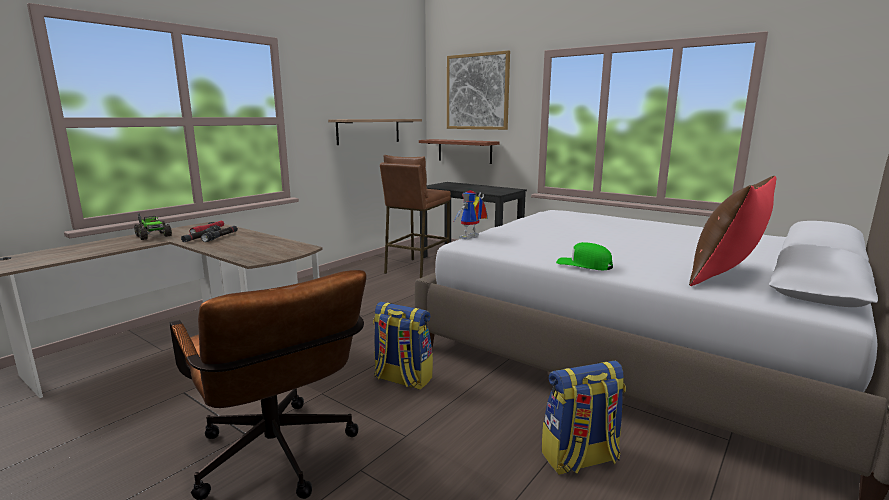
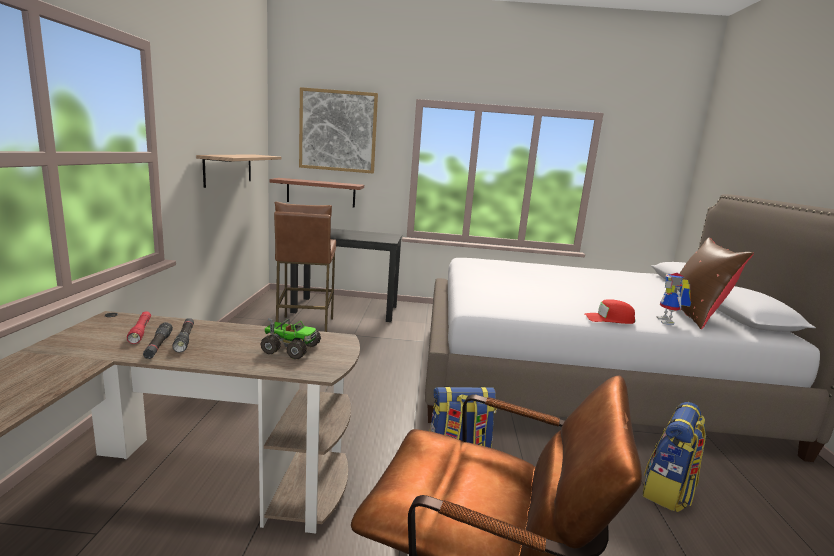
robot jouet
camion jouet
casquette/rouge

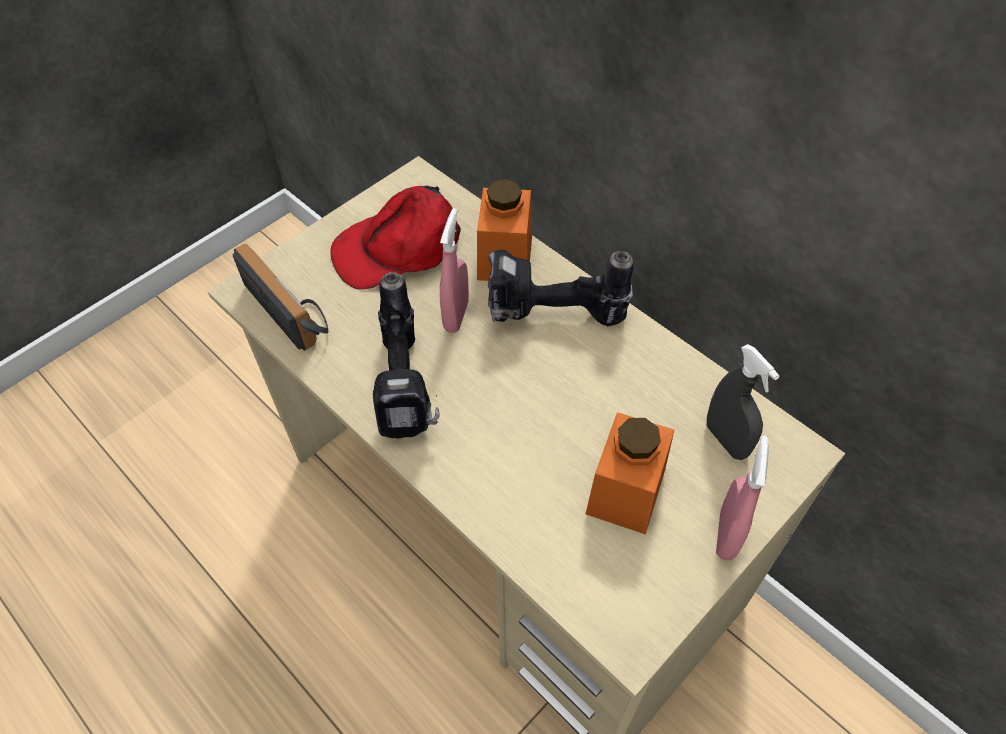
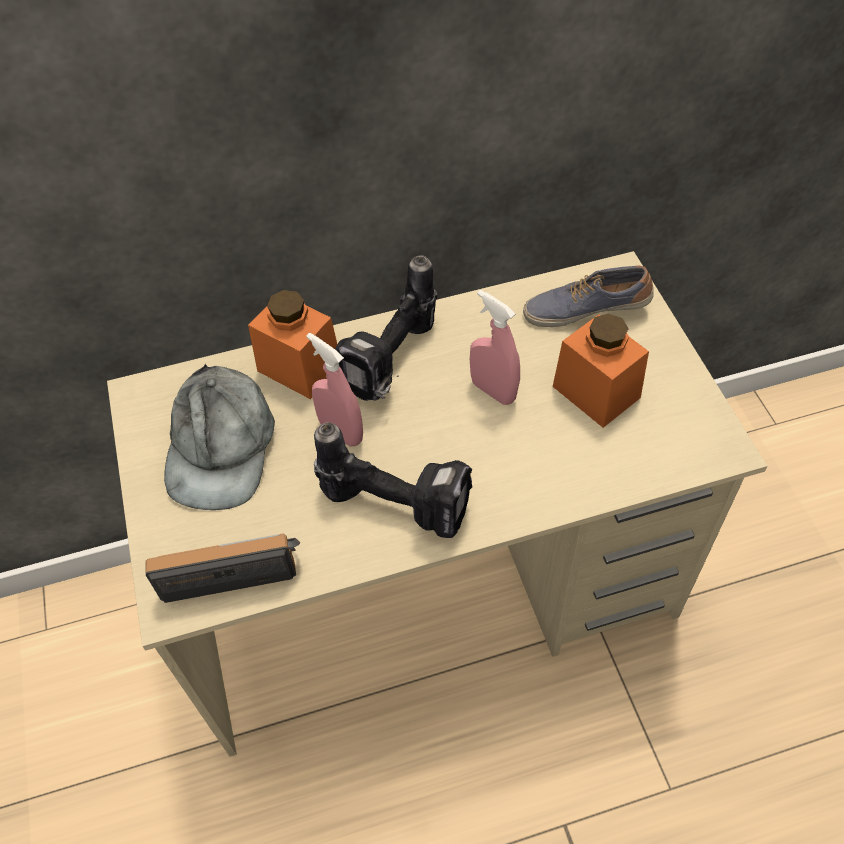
casquette/gris
chaussure
vaporisateur/rose (no. 2 from left)

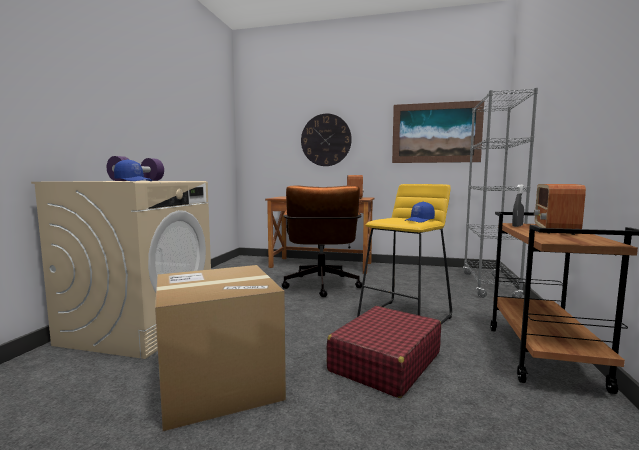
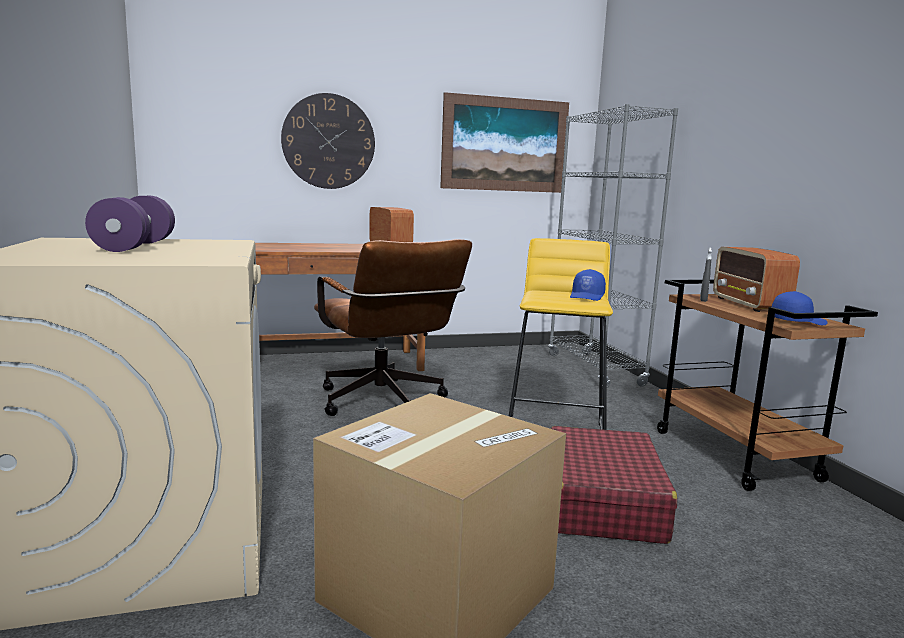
casquette/bleu (no. 2 from left)

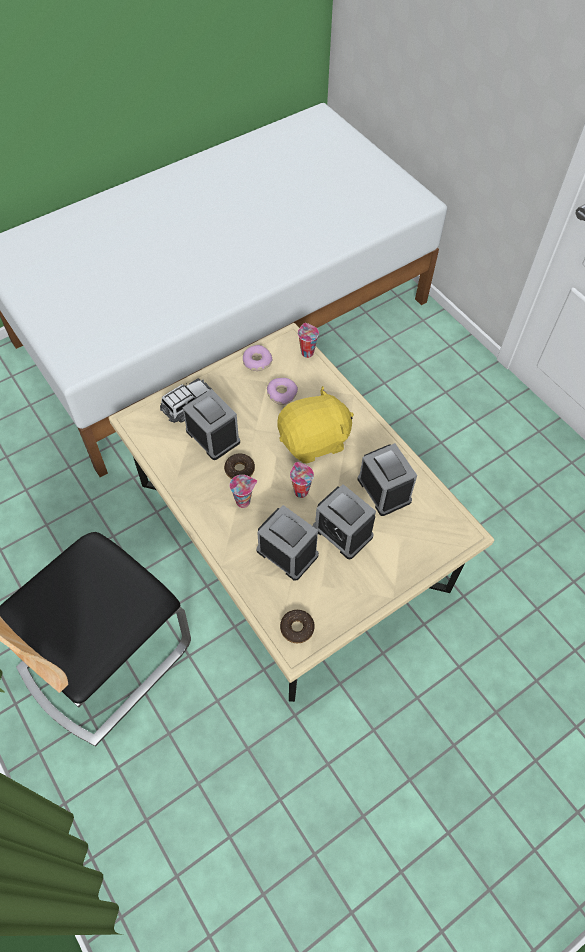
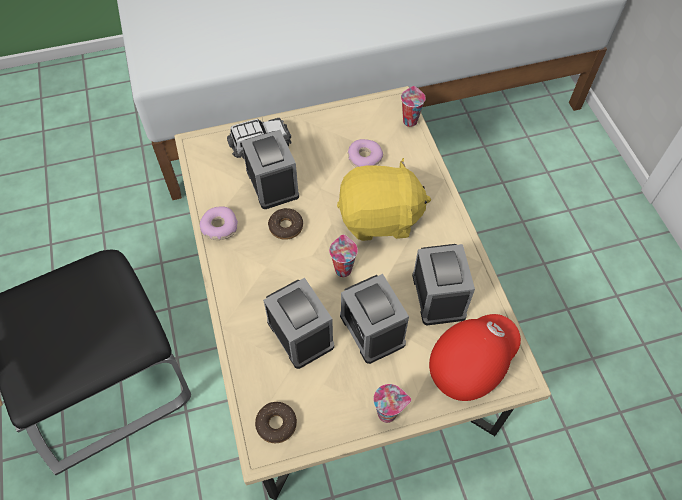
beignet (no. 1 from left)
tasse (no. 2 from left)
casquette/rouge

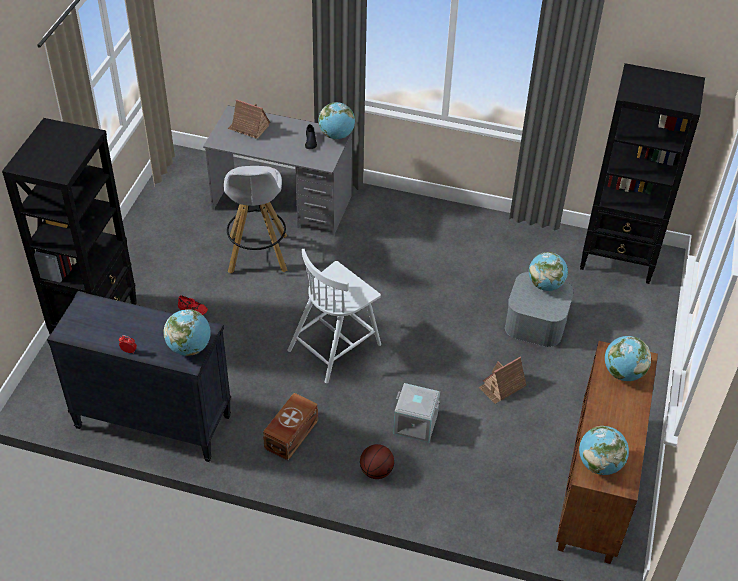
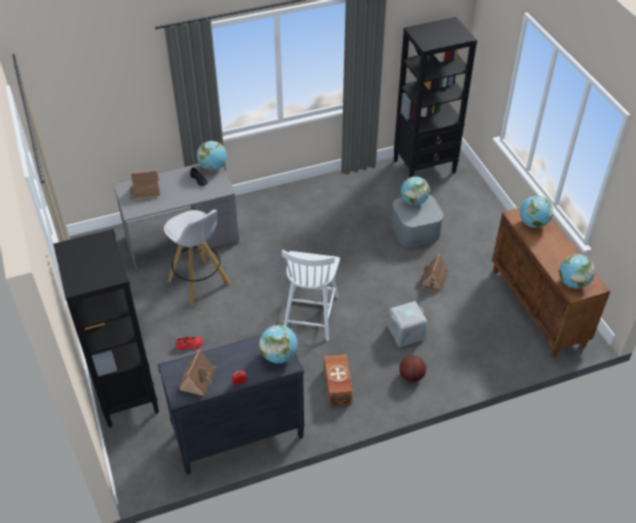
maison miniature (no. 2 from left)

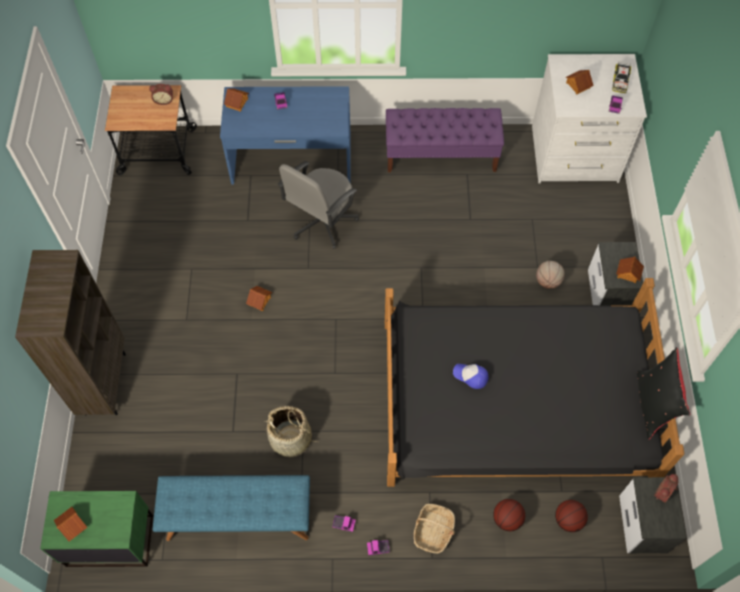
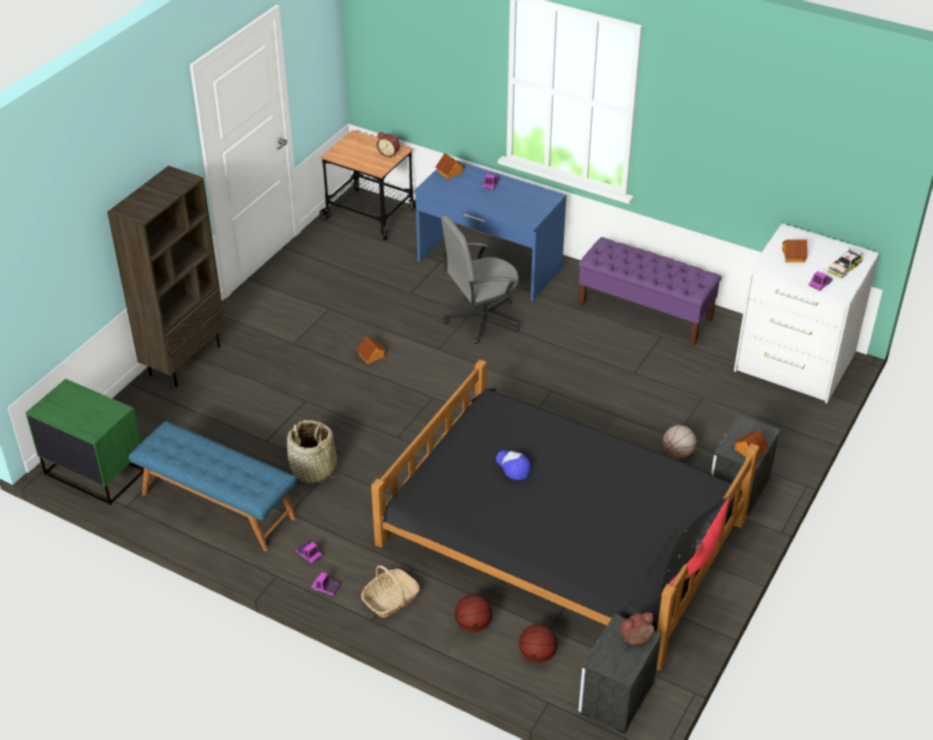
maison miniature (no. 1 from left in the first image)

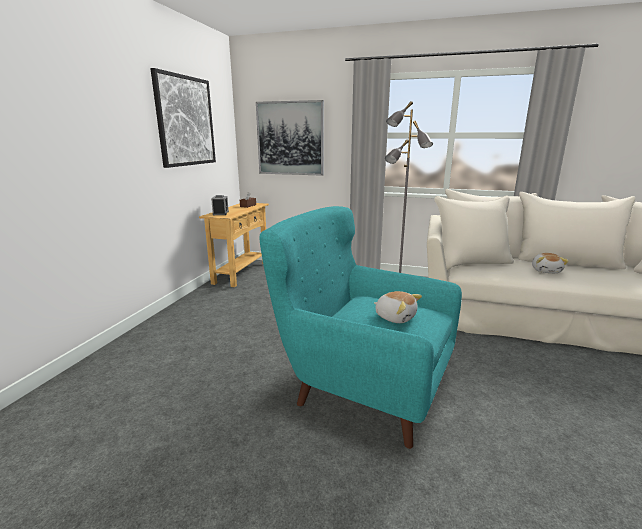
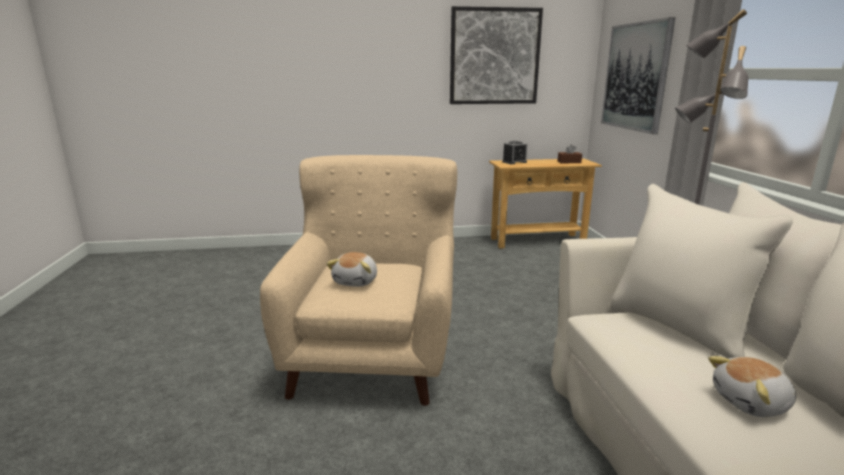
fauteuil/beige

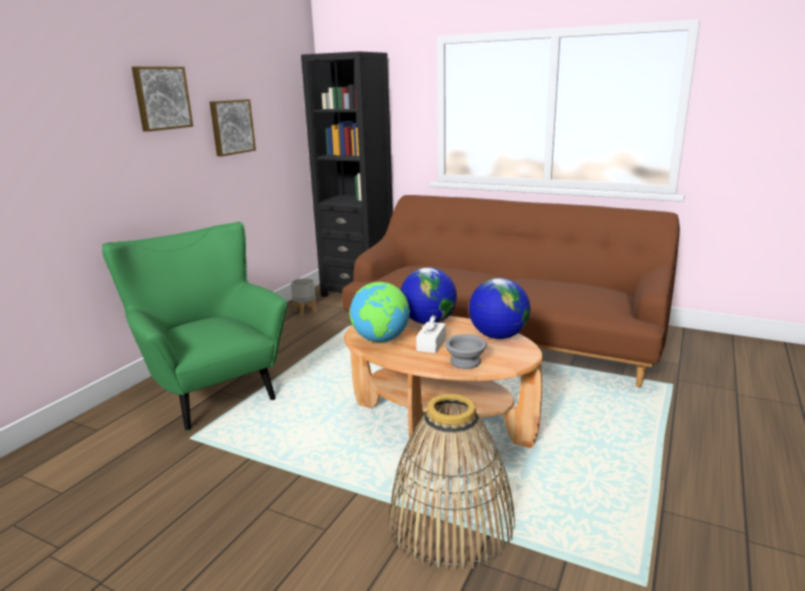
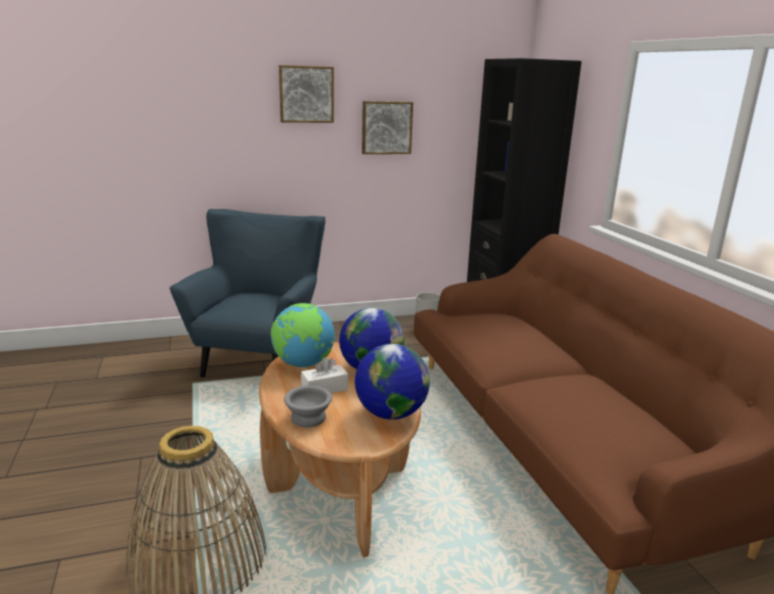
fauteuil/bleu

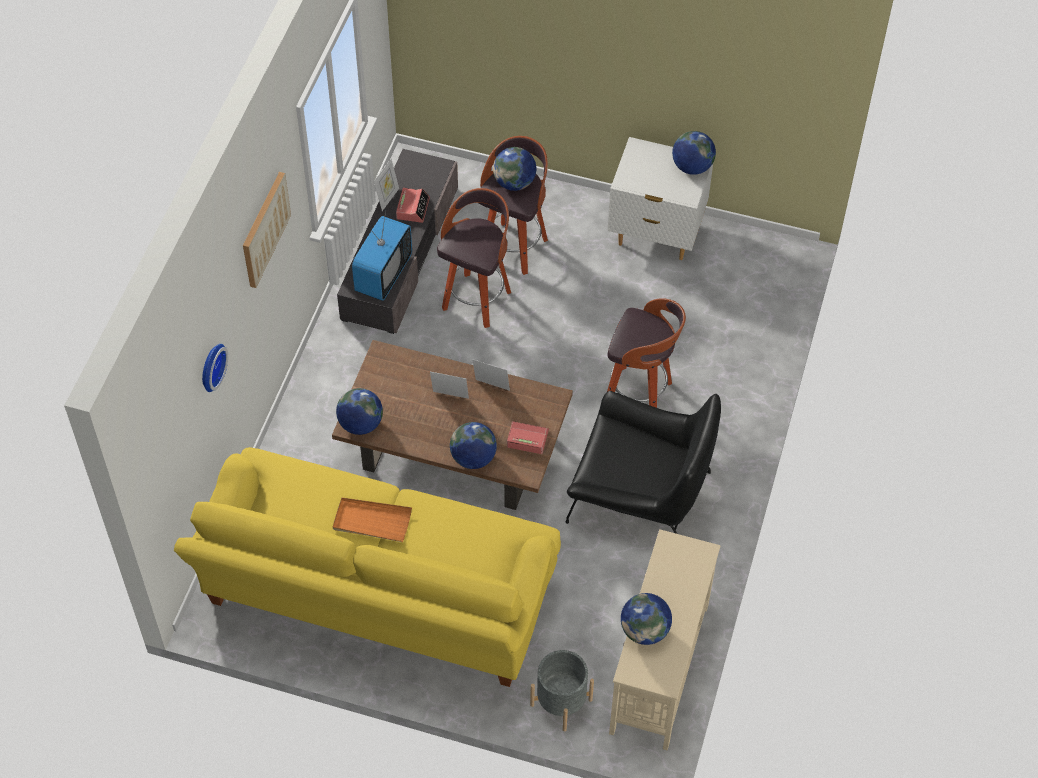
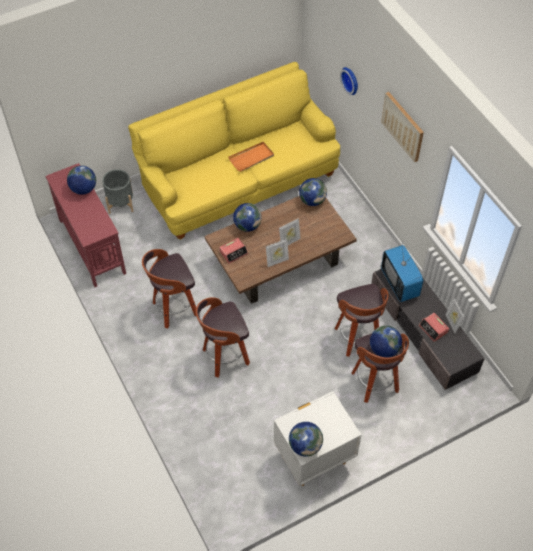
tabouret (no. 1 from left)
table console/rouge

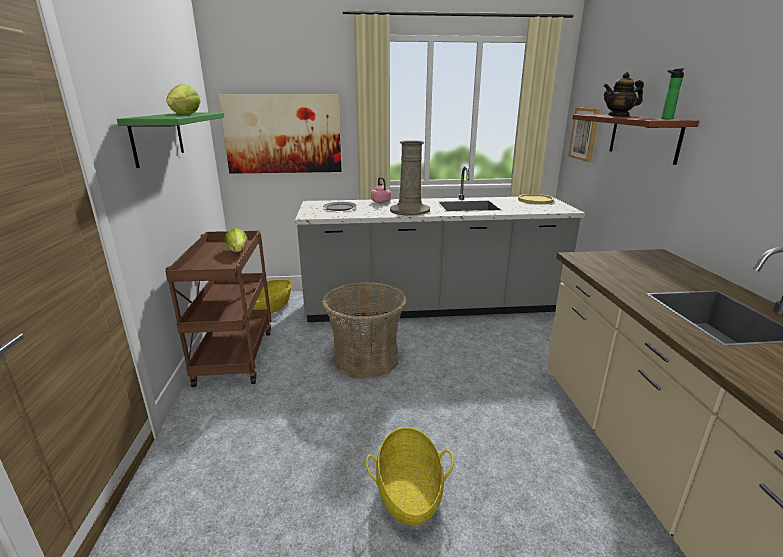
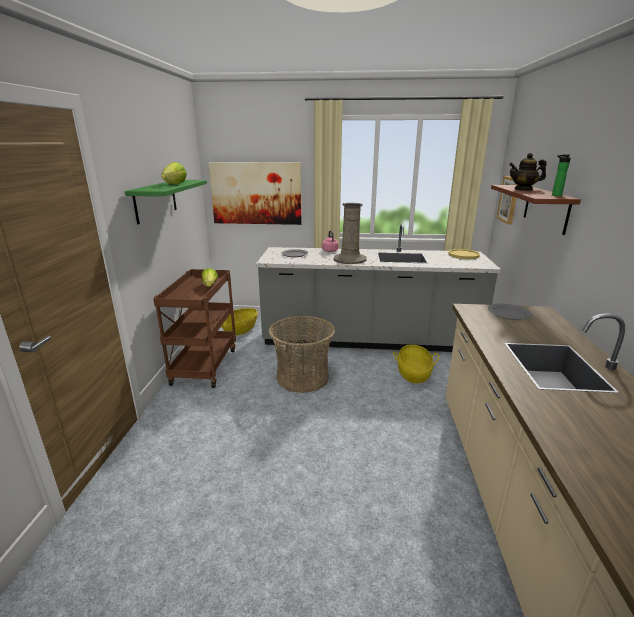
panier (no. 3 from left)
assiette/gris (no. 2 from left)

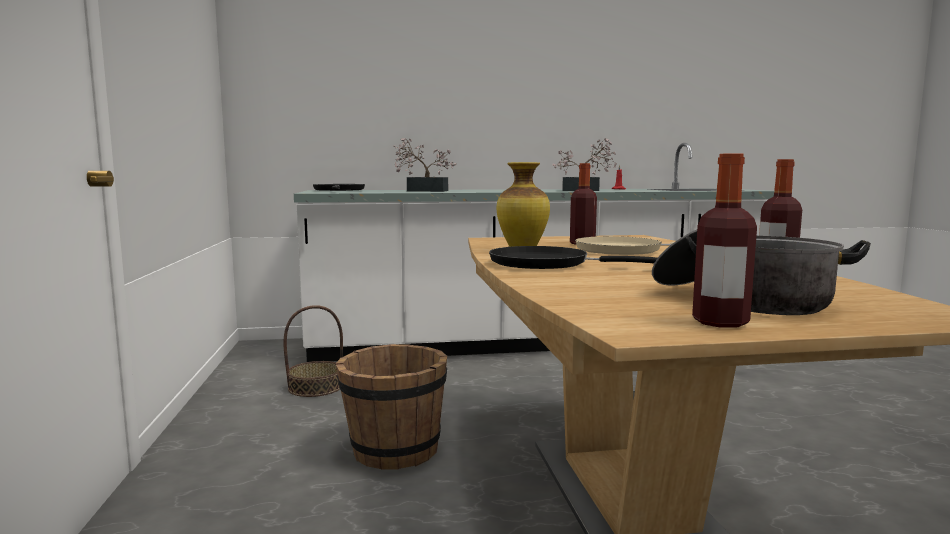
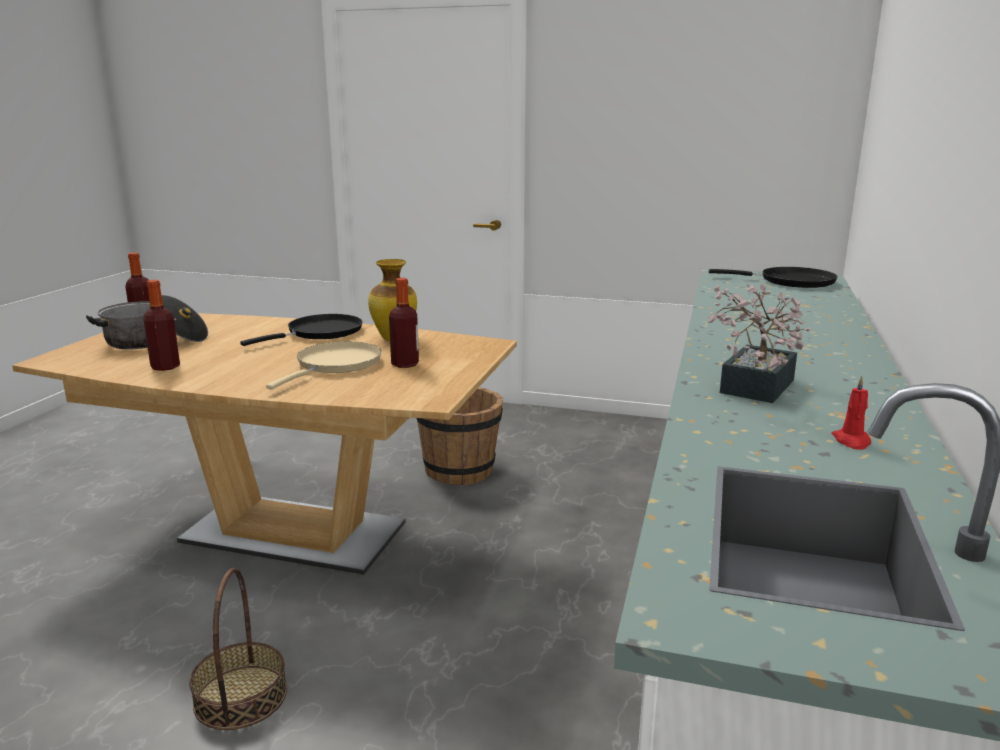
plante en pot (no. 1 from left in the first image)
panier

